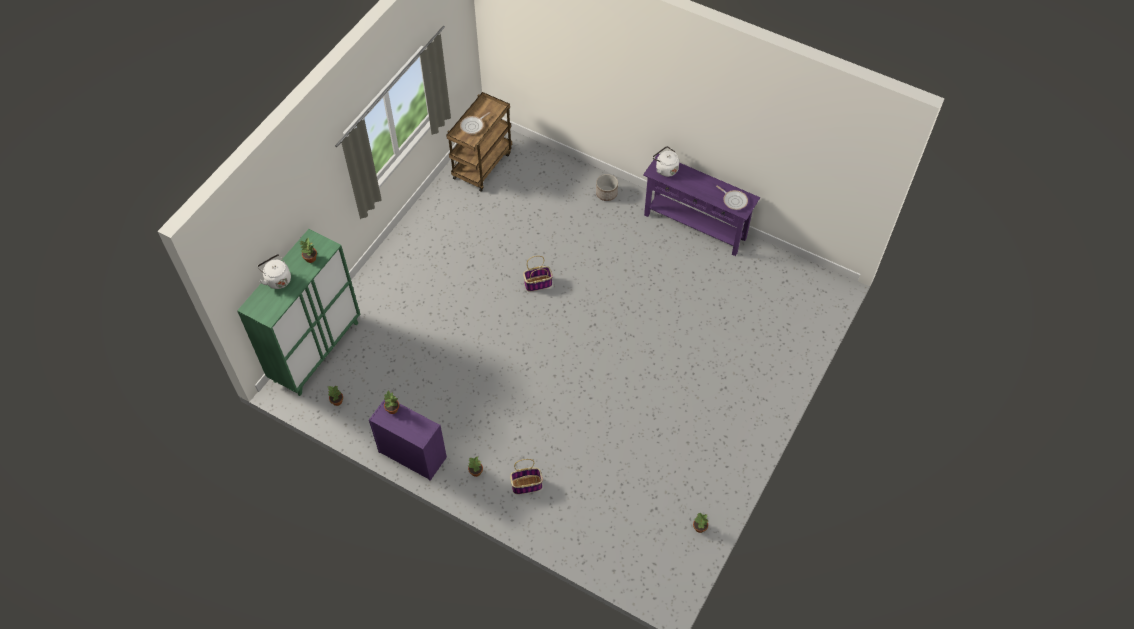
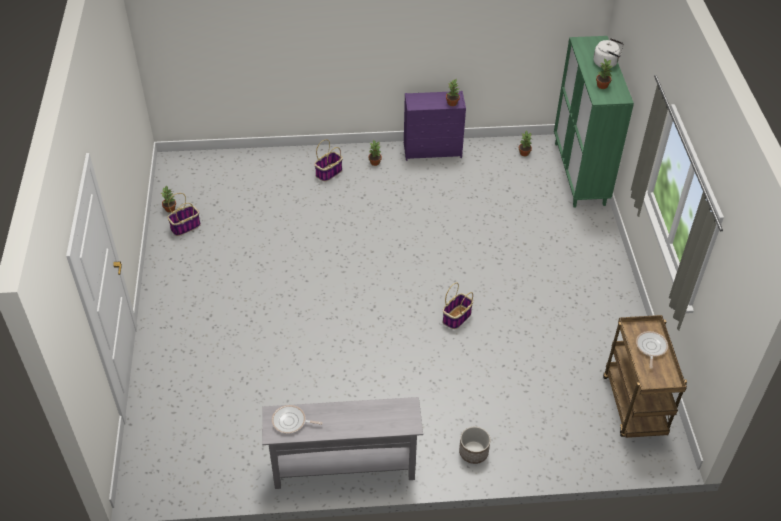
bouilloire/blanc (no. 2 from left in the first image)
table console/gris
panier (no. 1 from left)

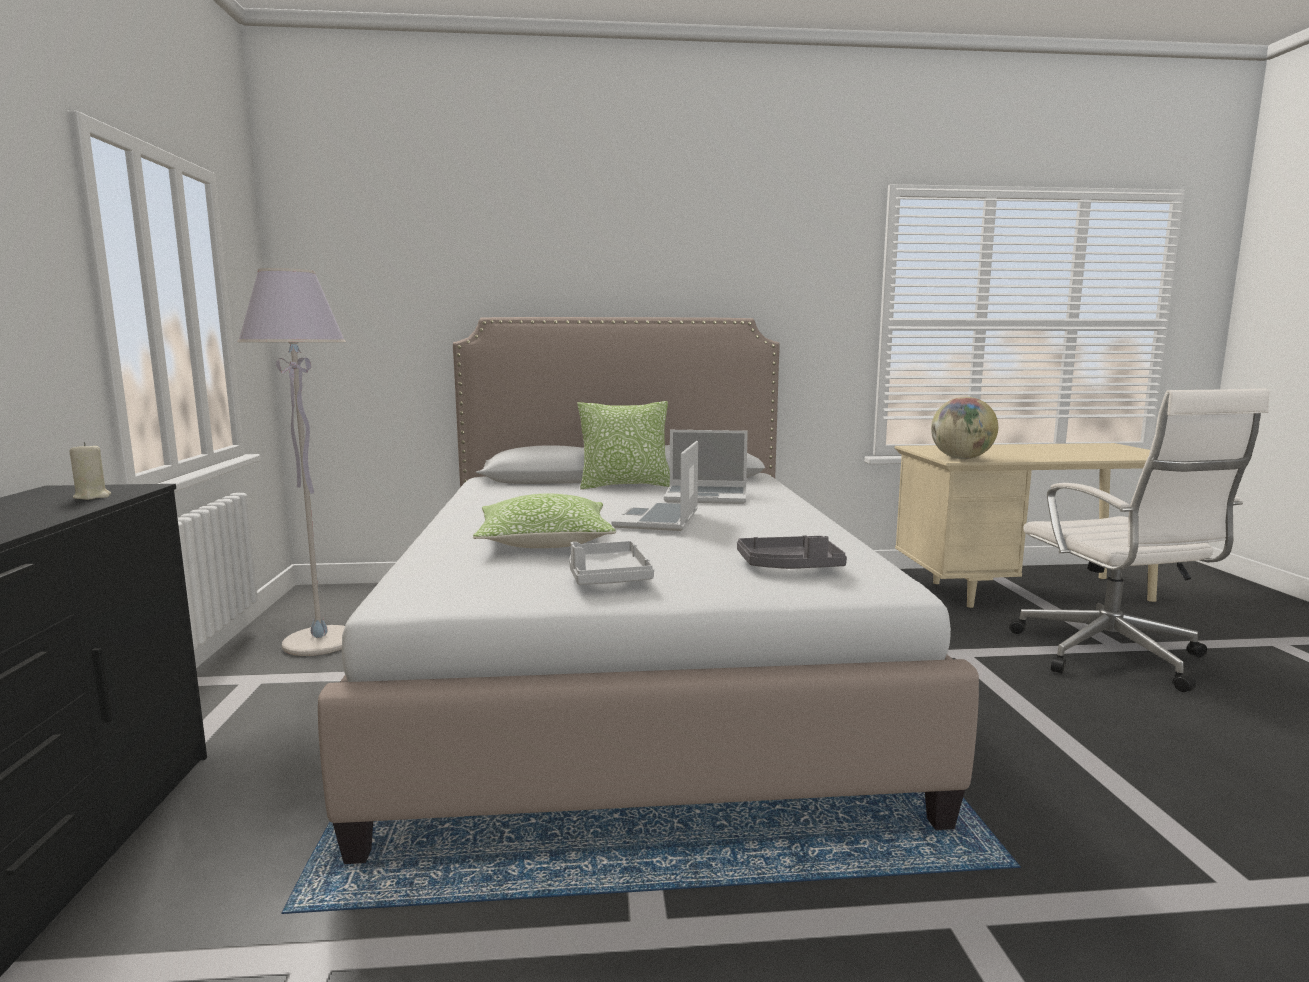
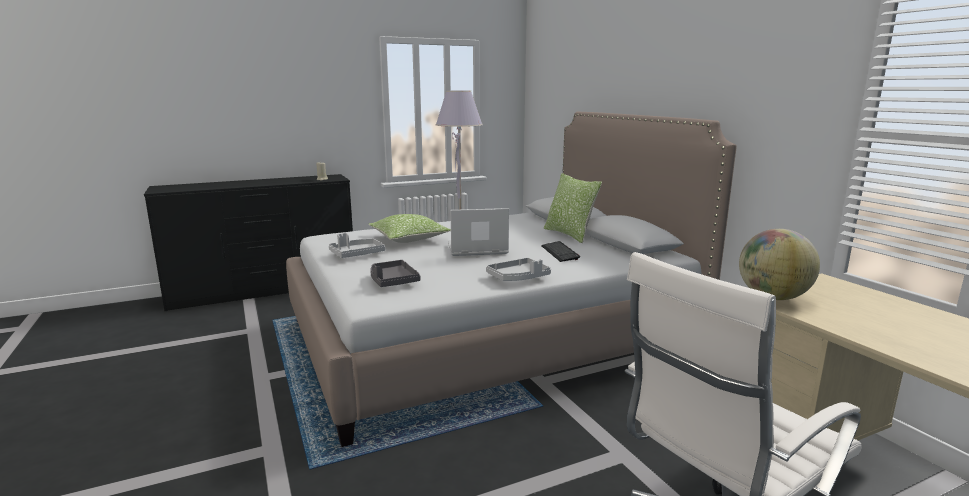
clavier
plateau/gris (no. 3 from left)

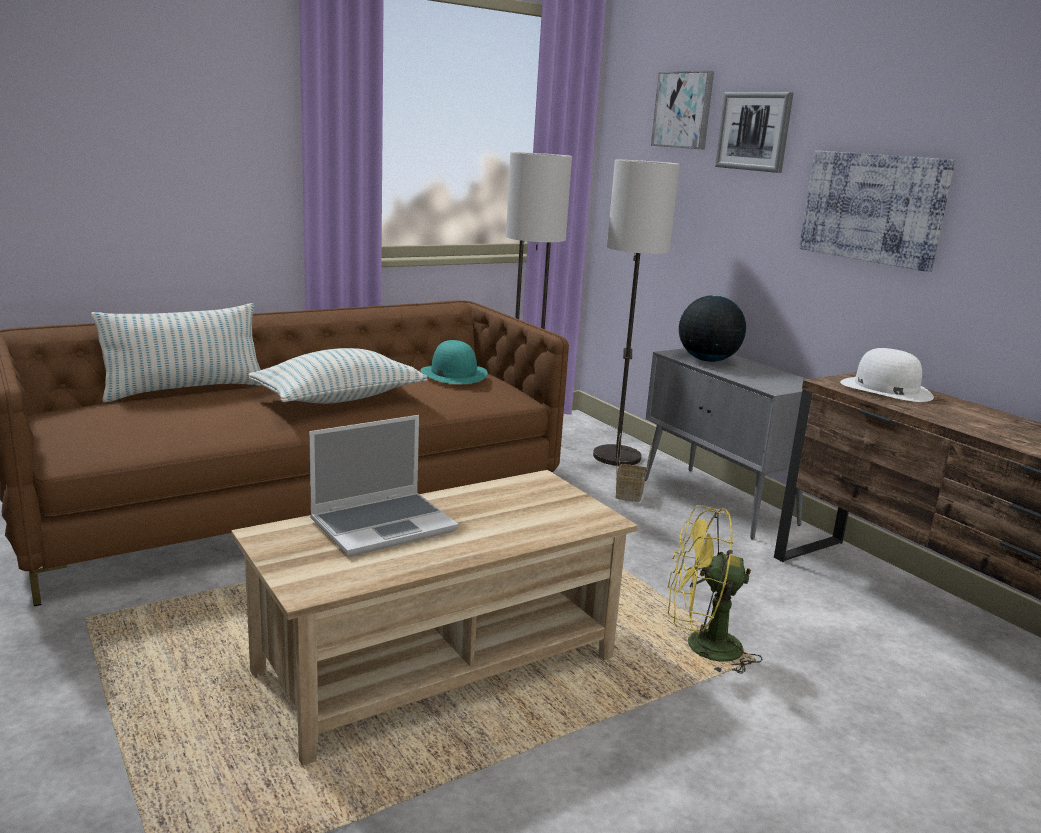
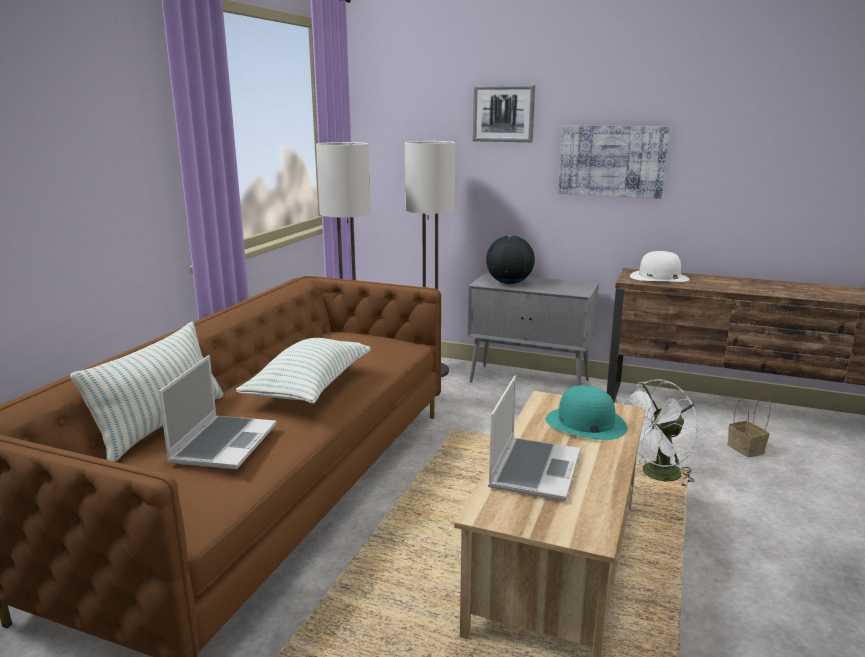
tableau (no. 1 from left in the first image)
chapeau/turquoise
panier
ventilateur/blanc
ordinateur portable (no. 1 from left)

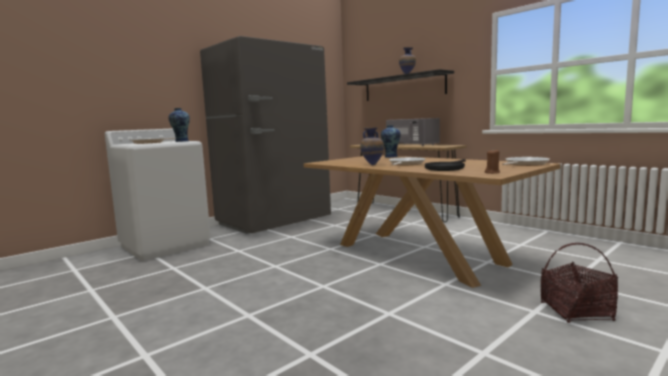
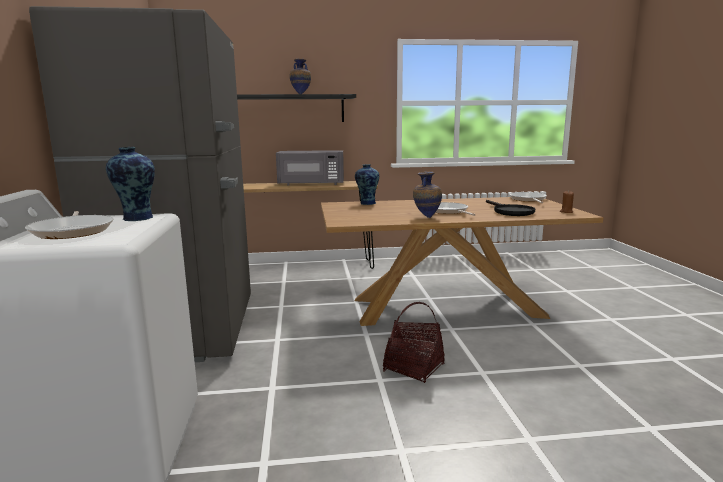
panier

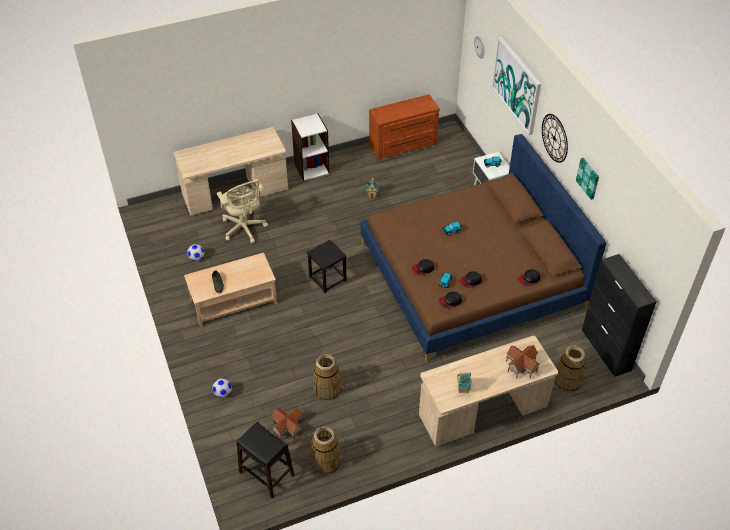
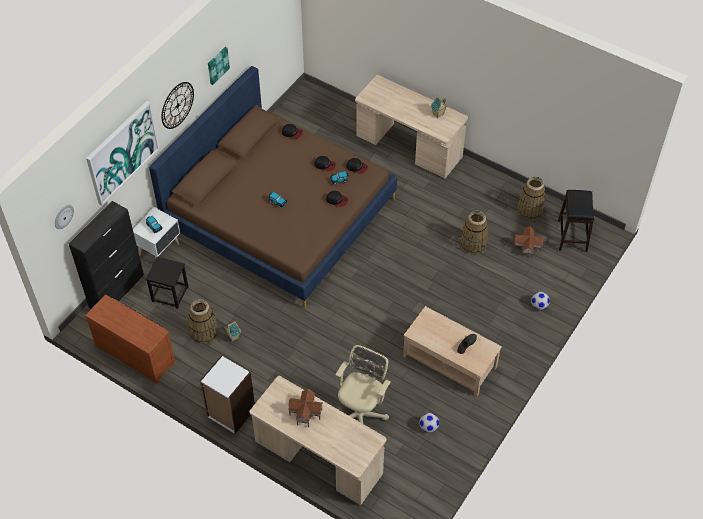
tabouret/noir (no. 1 from left)
meuble de rangement/noir
maison miniature (no. 2 from left)
panier (no. 1 from left)

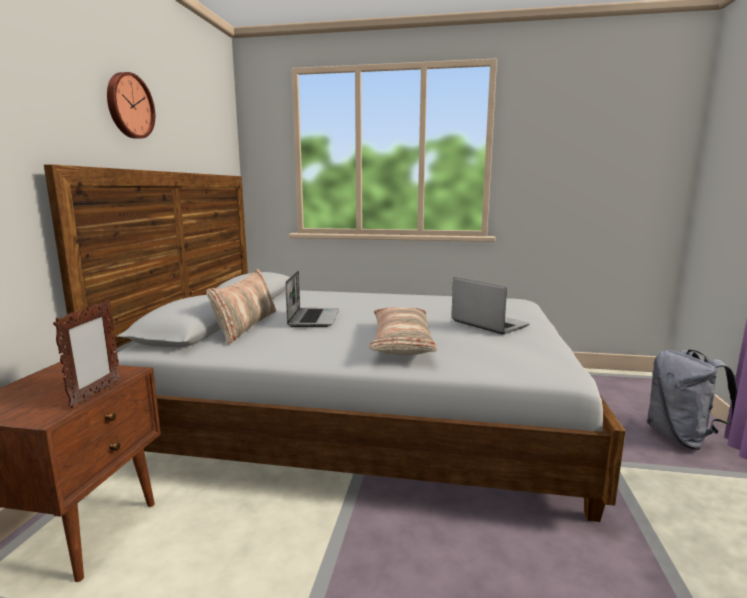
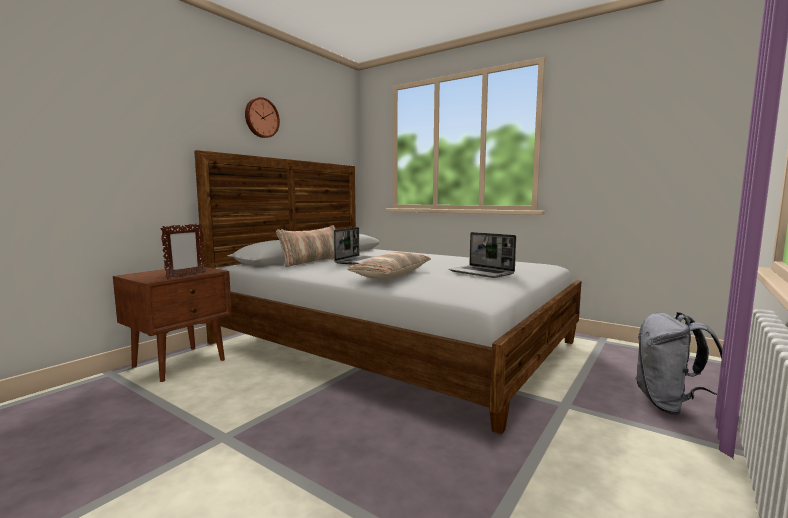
ordinateur portable (no. 2 from left)

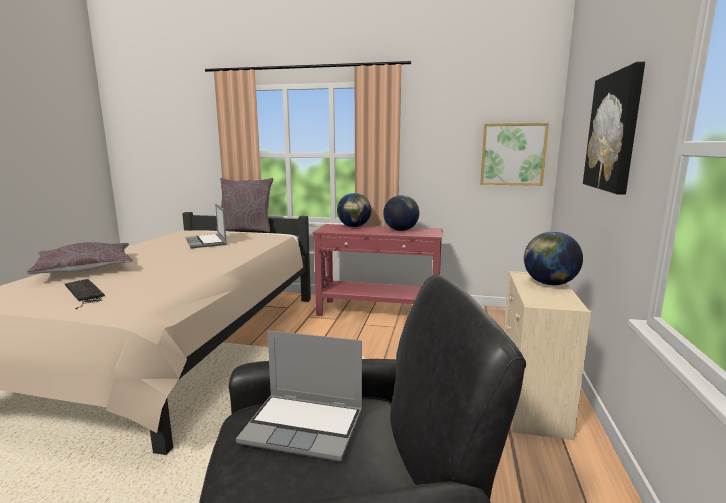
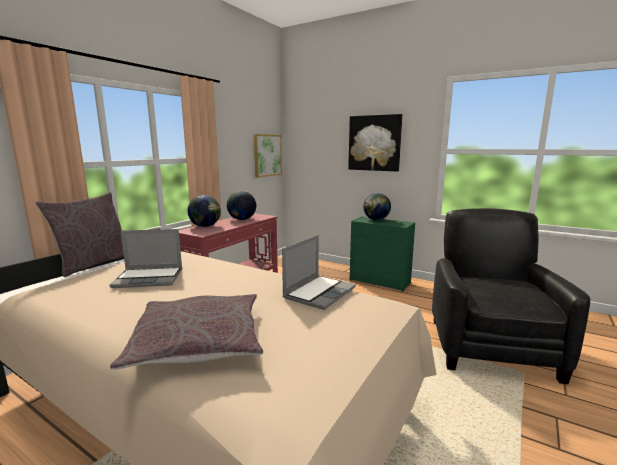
commode/vert
clavier
ordinateur portable (no. 2 from left)

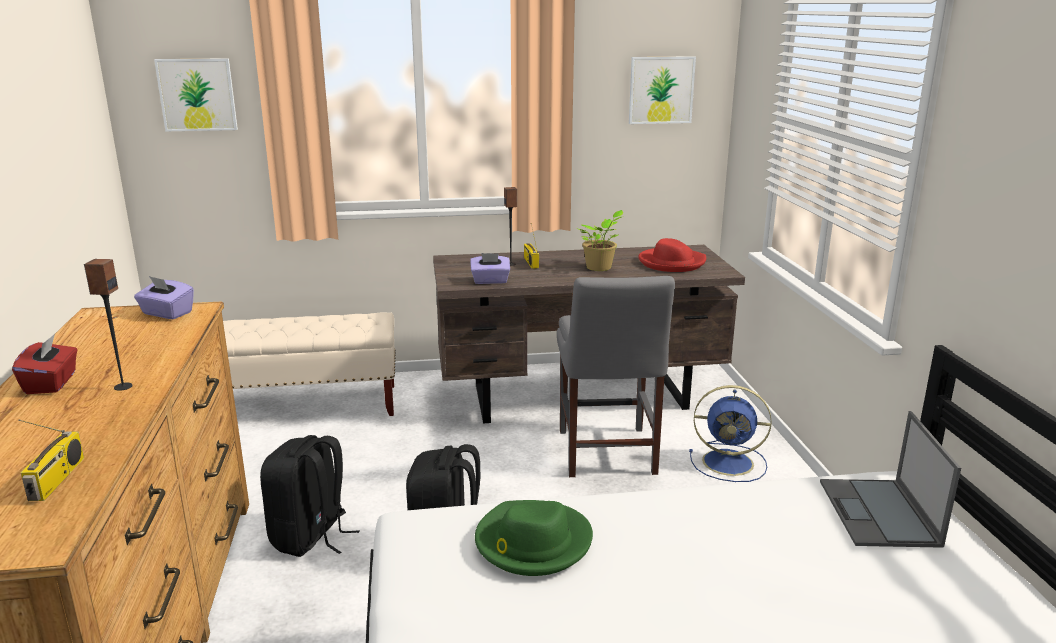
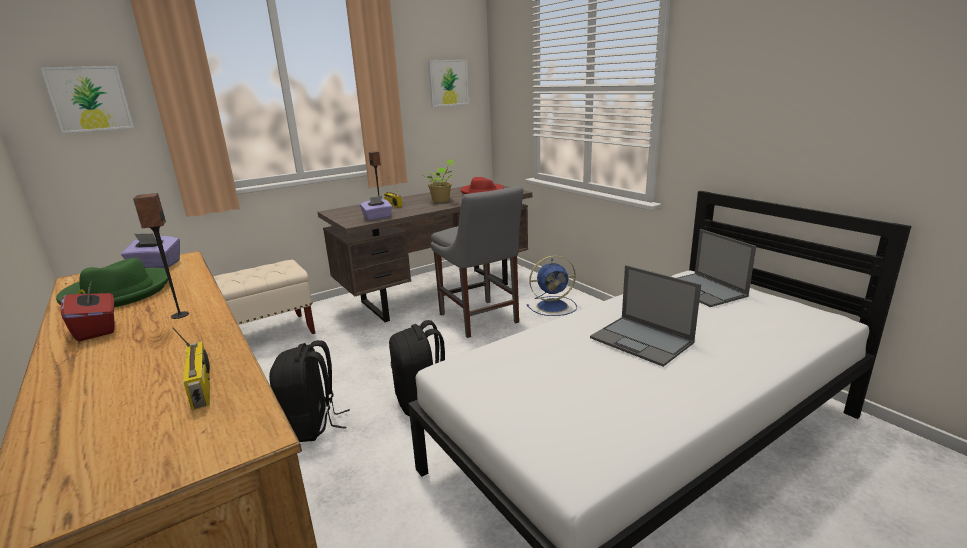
chapeau/vert
ordinateur portable (no. 1 from left)

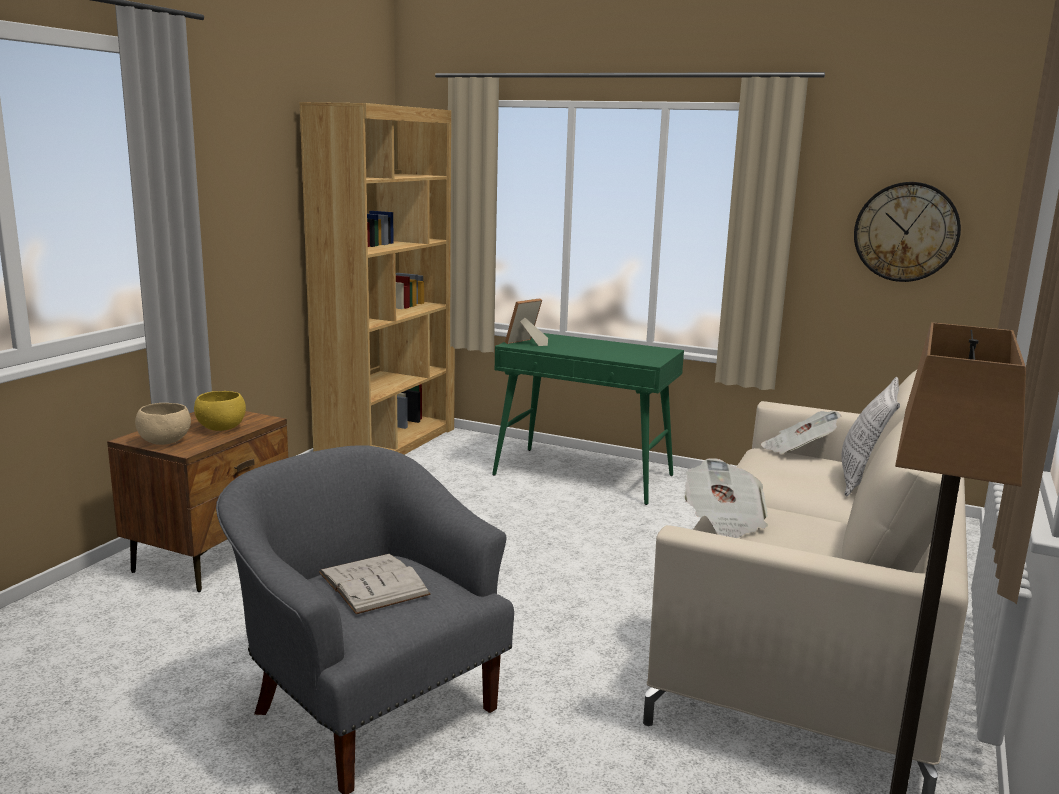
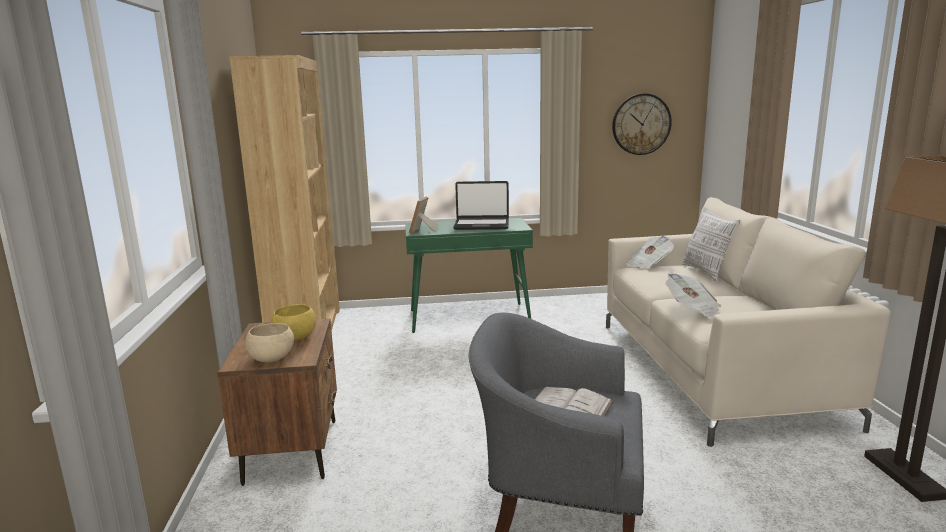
ordinateur portable

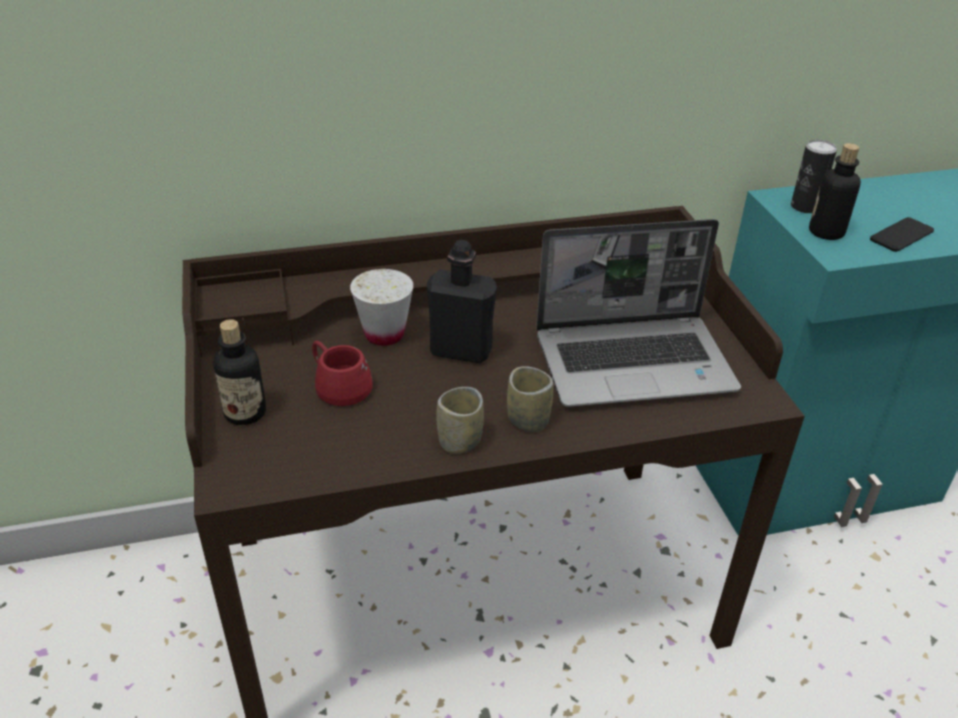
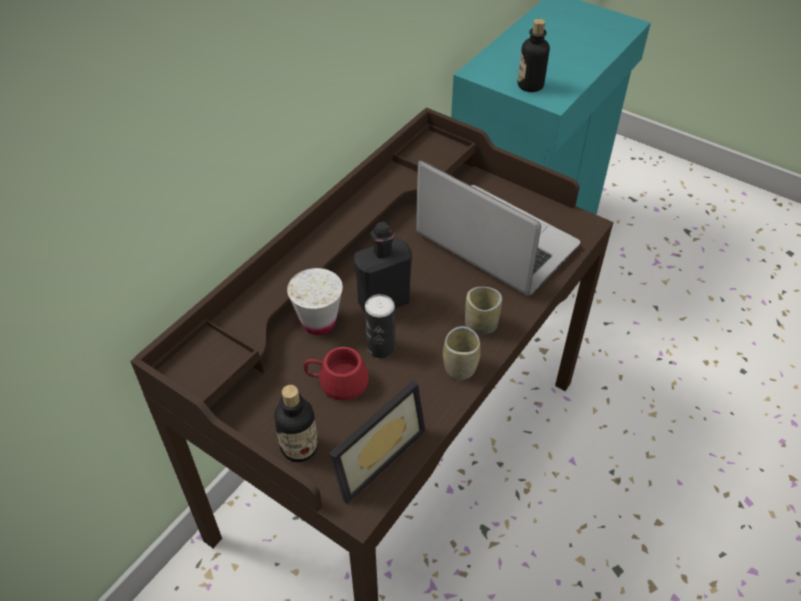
boîte métallique
téléphone
ordinateur portable
cadre photo

